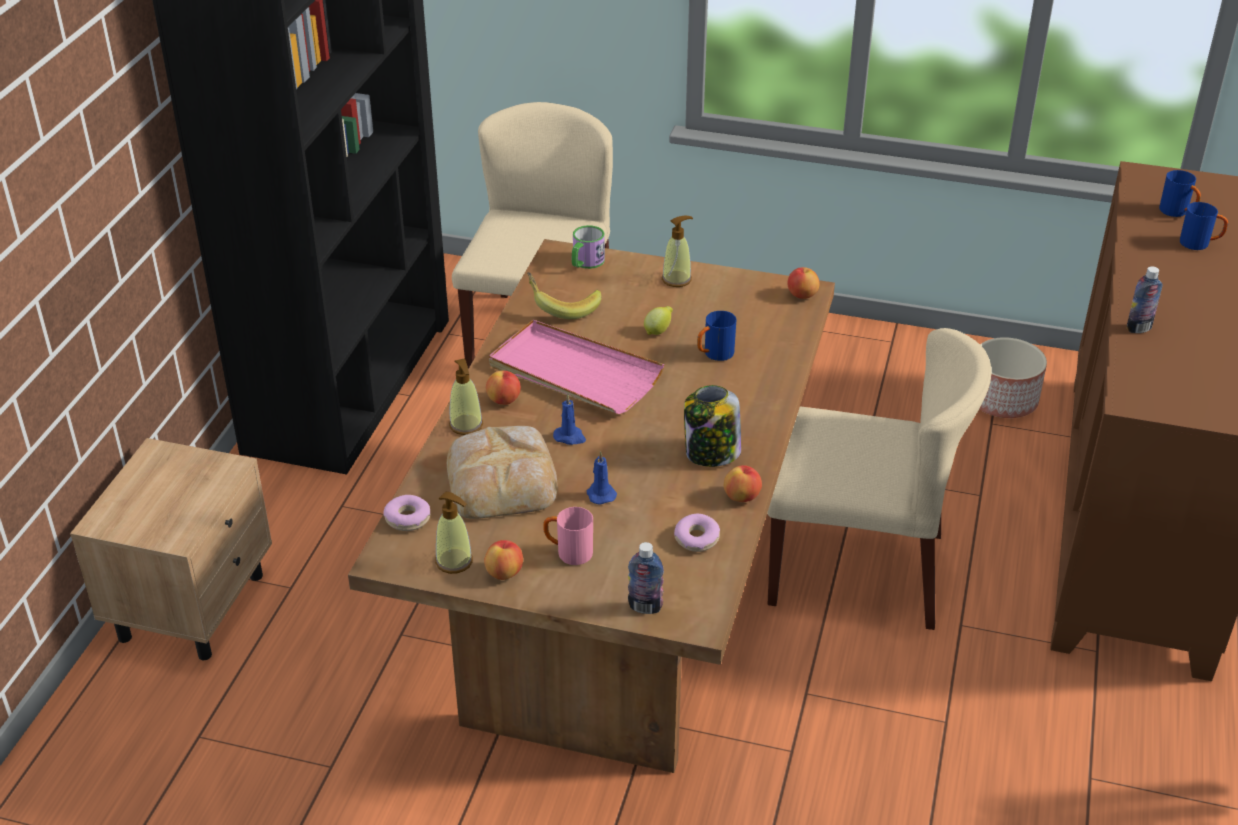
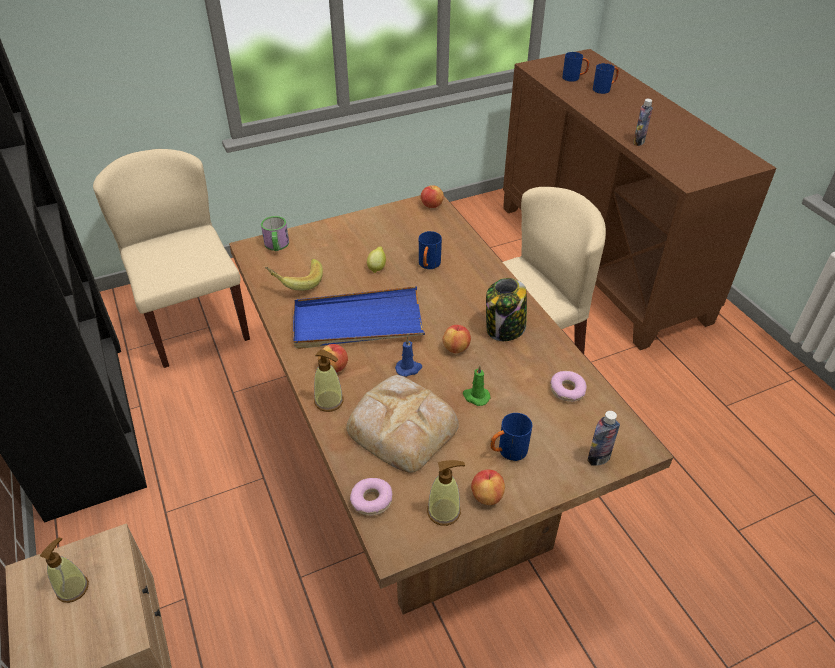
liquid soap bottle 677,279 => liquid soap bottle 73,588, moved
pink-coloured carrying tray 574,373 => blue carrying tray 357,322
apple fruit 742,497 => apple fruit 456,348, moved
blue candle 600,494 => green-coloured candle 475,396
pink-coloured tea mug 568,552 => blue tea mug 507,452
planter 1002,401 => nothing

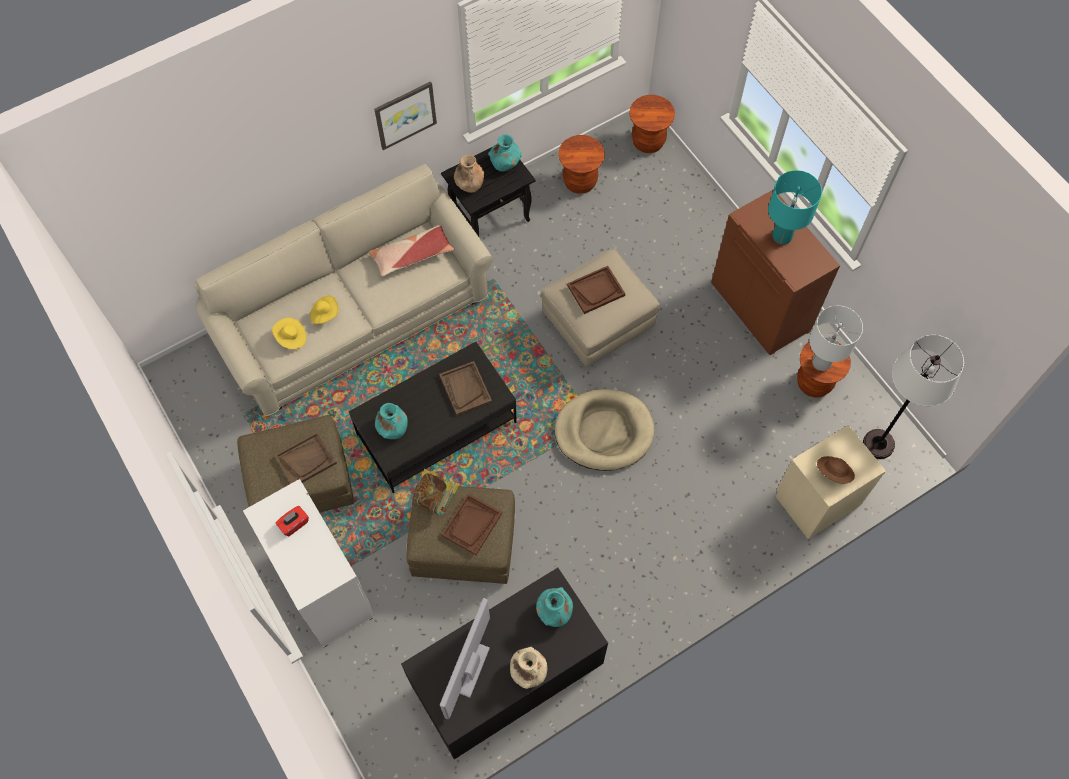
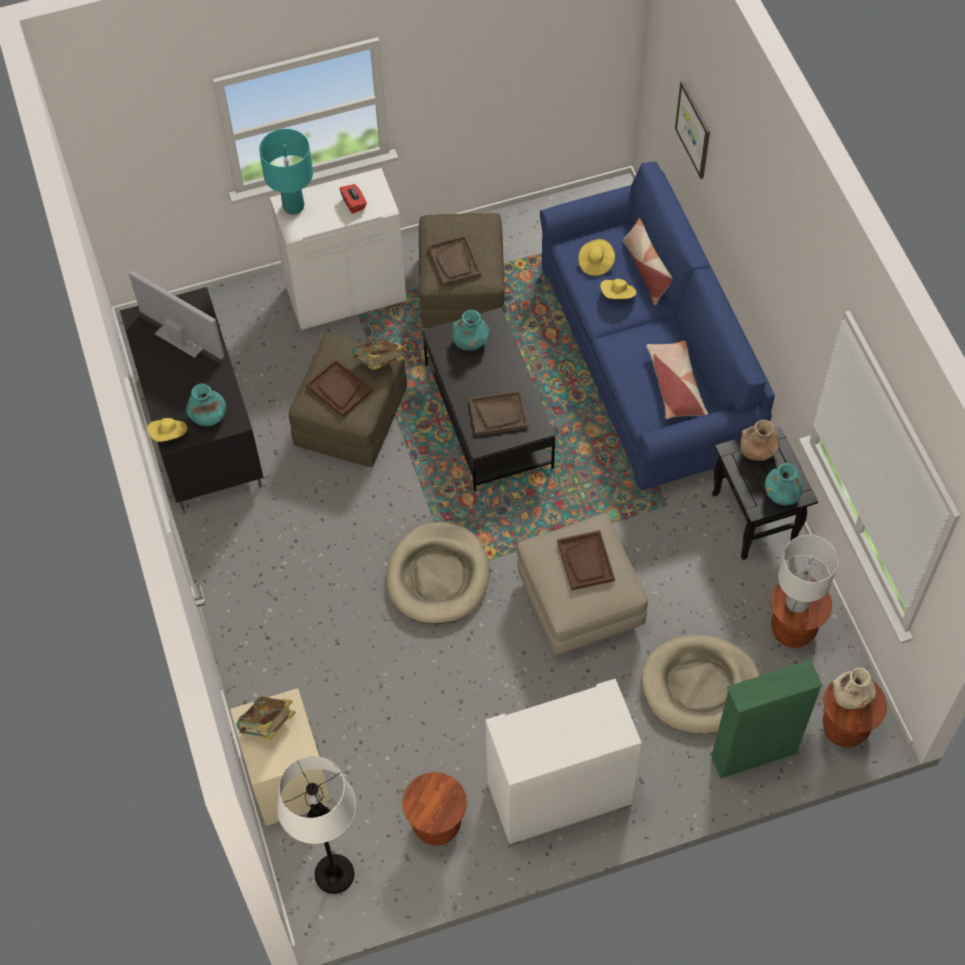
nothing => yellow-coloured wearable hat 169,434
brown wearable hat 833,473 => volume 267,726
blue-green table lamp 782,236 => blue-green table lamp 294,206, moved
brown cupboard 761,307 => whitish cupboard 558,796
sand-coloured settee 354,316 => blue settee 648,361
nothing => throw pillow 647,269
nothing => sand-coloured dog cushion 700,687
picture 405,114 => picture 694,129, moved
nothing => green-coloured bookshelf 754,753
whitish table lamp 821,363 => whitish table lamp 796,603, moved
sand-coloured decorative vase 528,671 => sand-coloured decorative vase 851,696, moved

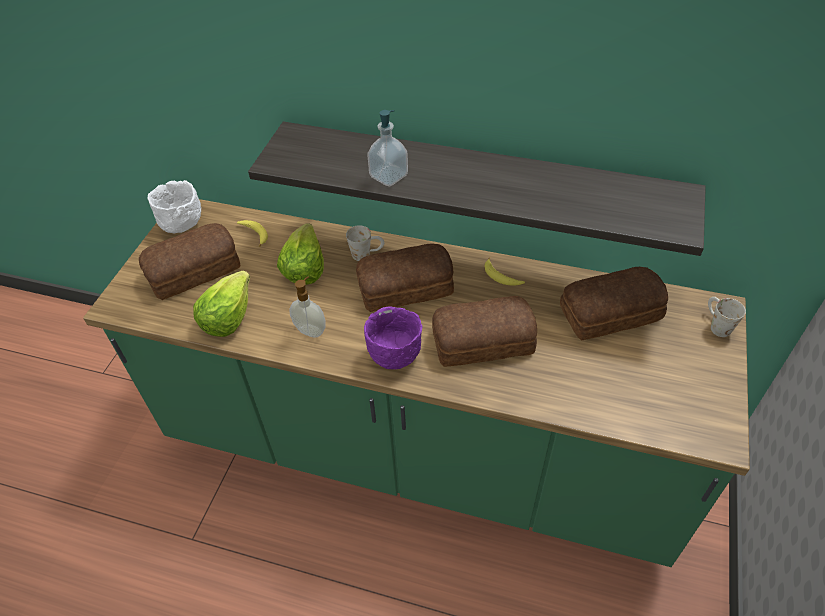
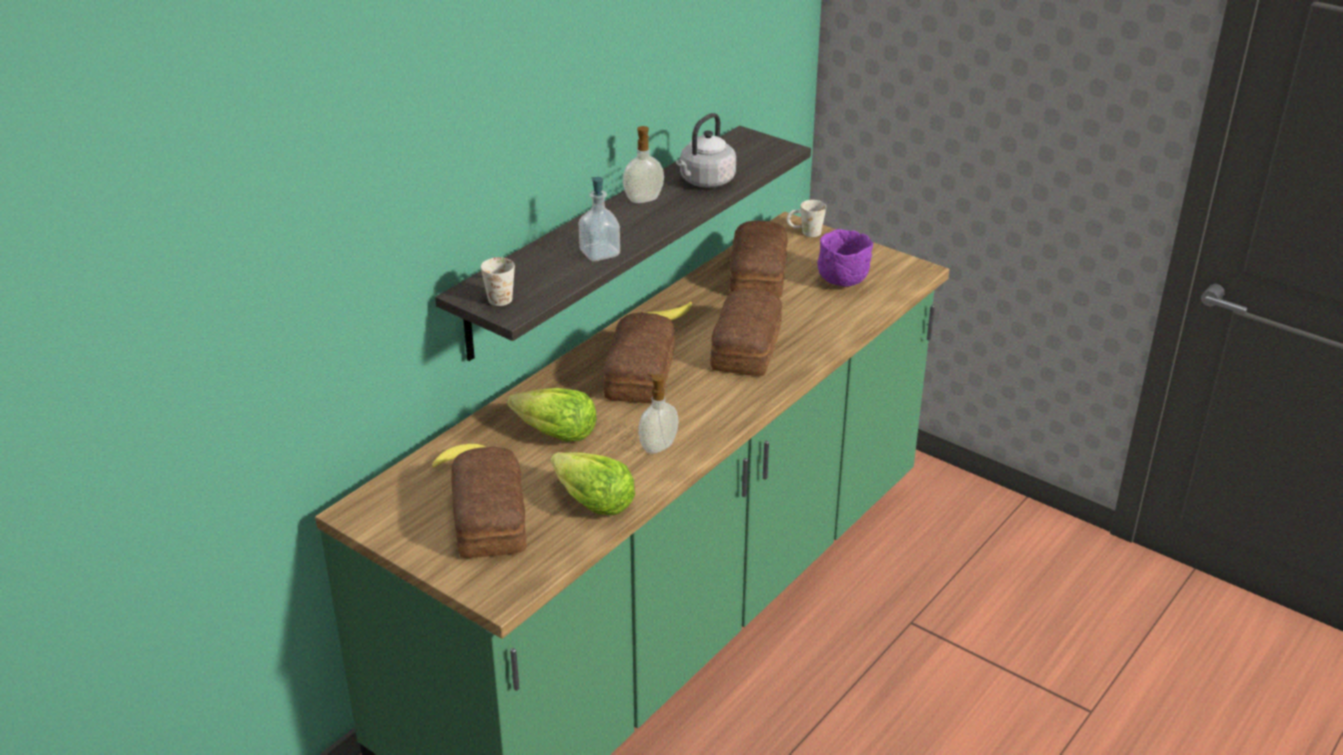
whitish tea mug 367,254 => whitish tea mug 502,295, moved
nothing => liquid soap bottle 644,200
nothing => greyish water kettle 705,182
purplish bowl 394,356 => purplish bowl 841,283, moved
whitish bowl 183,226 => nothing

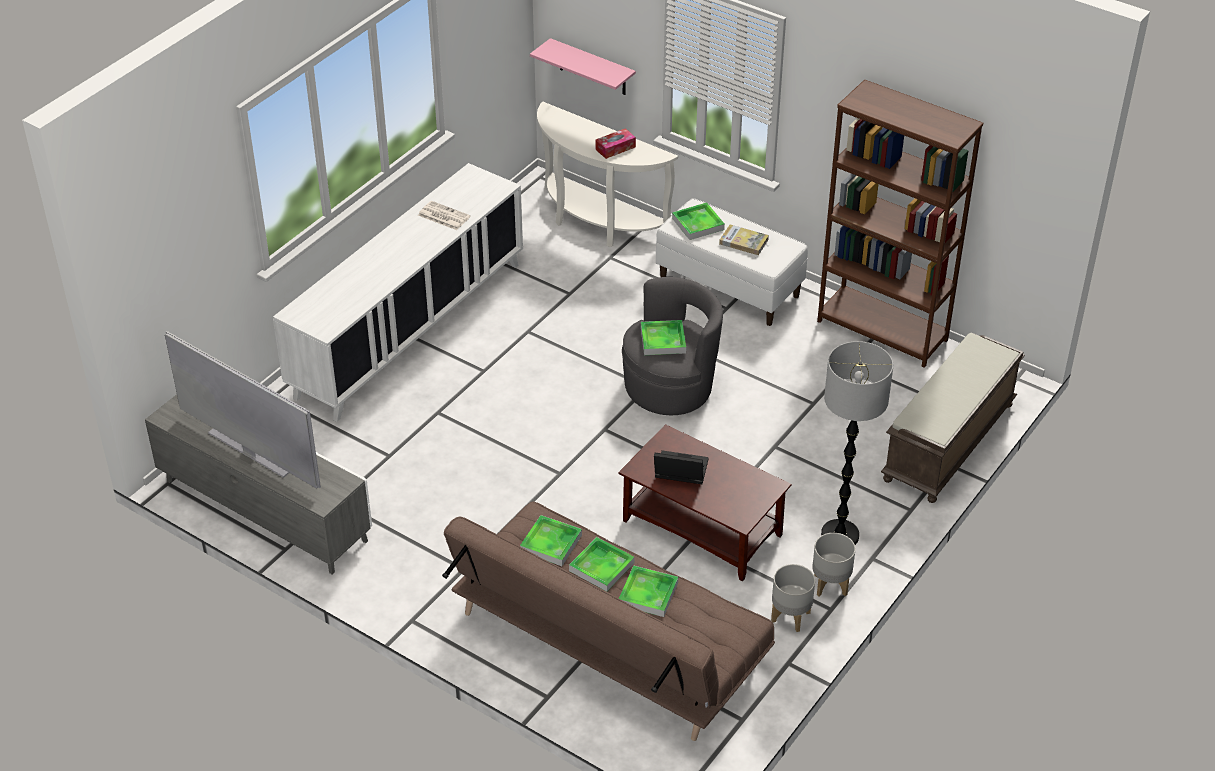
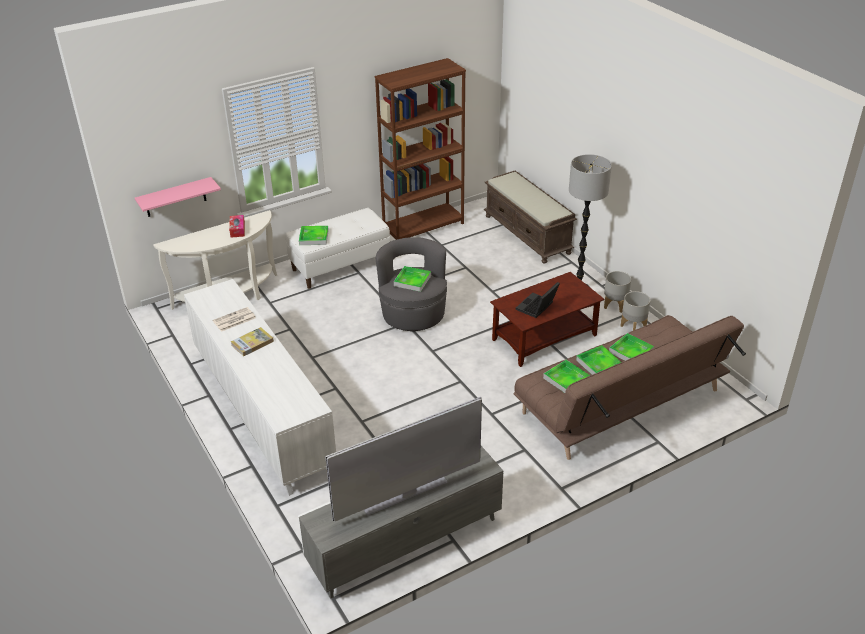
volume 743,242 => volume 252,343, moved

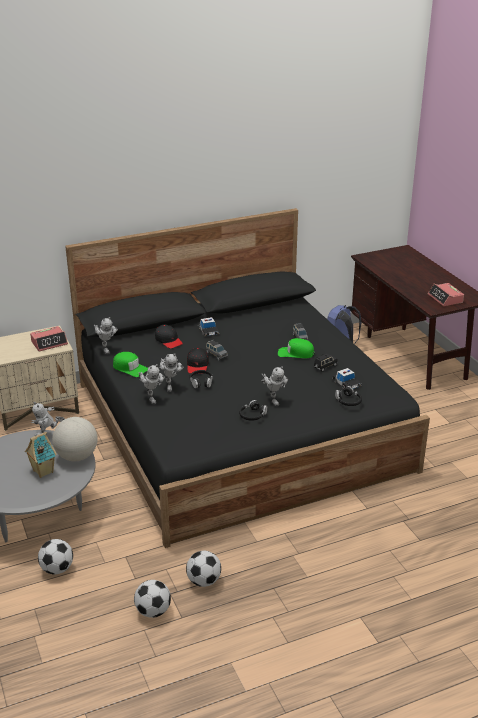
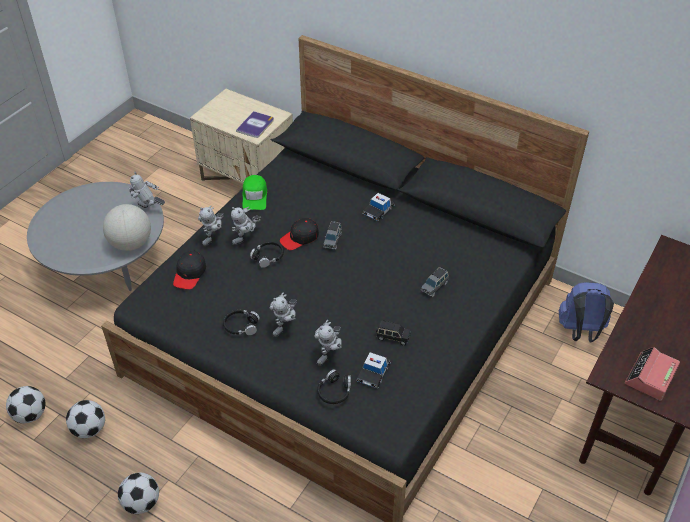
ball for football 57,569 => ball for football 142,503, moved
black-coloured baseball cap 168,340 => black-coloured baseball cap 190,274, moved
table clock 49,343 => volume 255,125
toy robot 106,349 => toy robot 330,355, moved
model house 42,471 => nothing
green-coloured baseball cap 296,353 => nothing

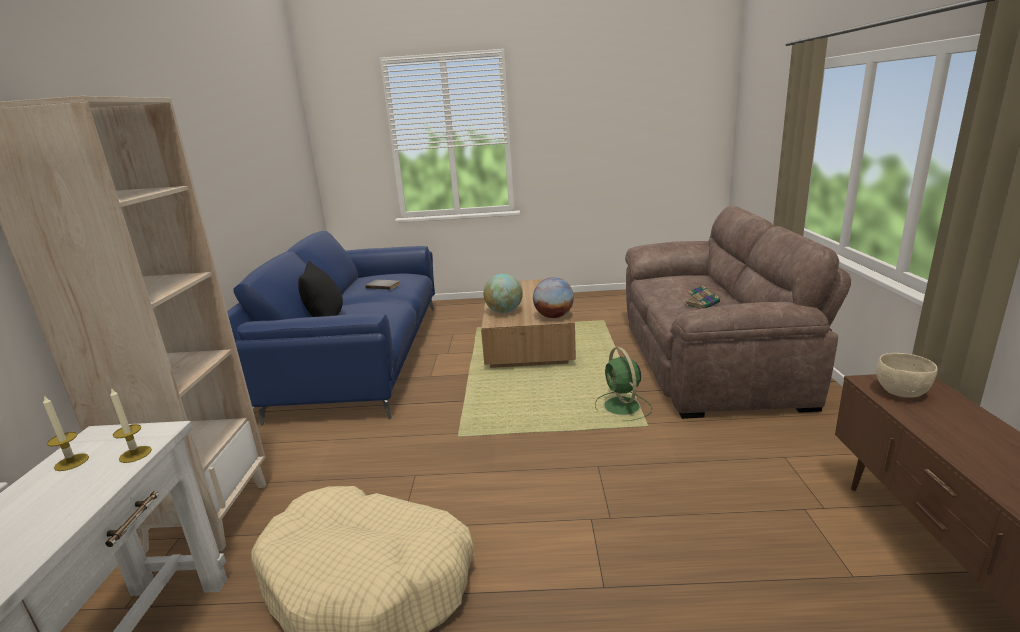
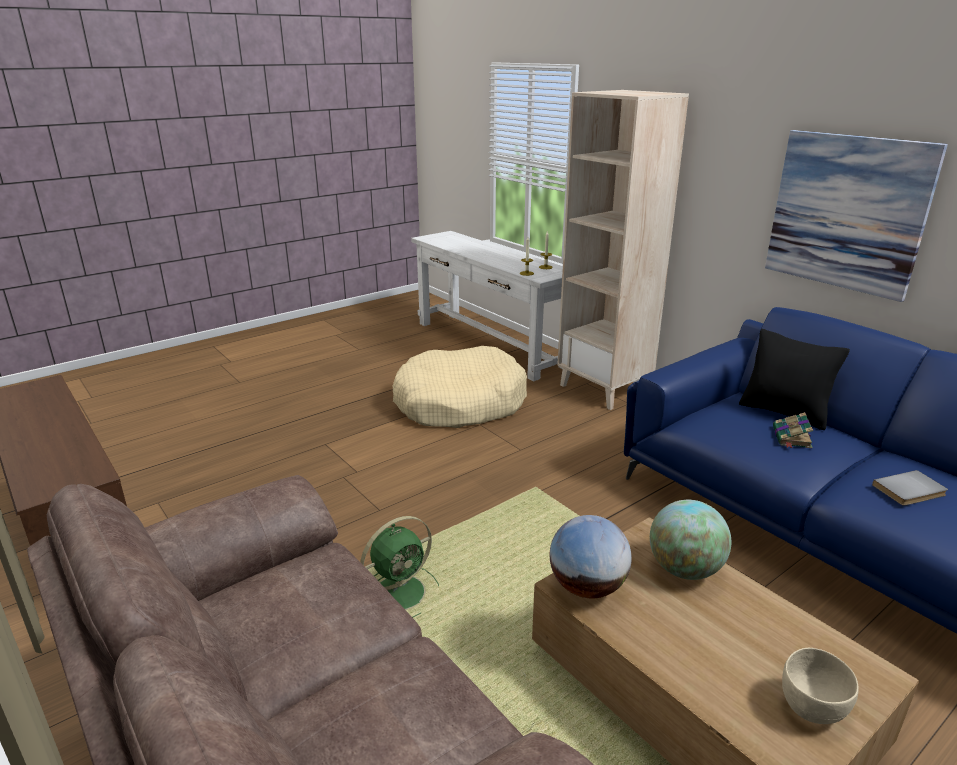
green-coloured electric fan 622,407 => green-coloured electric fan 401,592, 105 degrees clockwise
nothing => picture 847,212
volume 702,303 => volume 792,438, moved
sand-coloured bowl 900,393 => sand-coloured bowl 811,707, moved

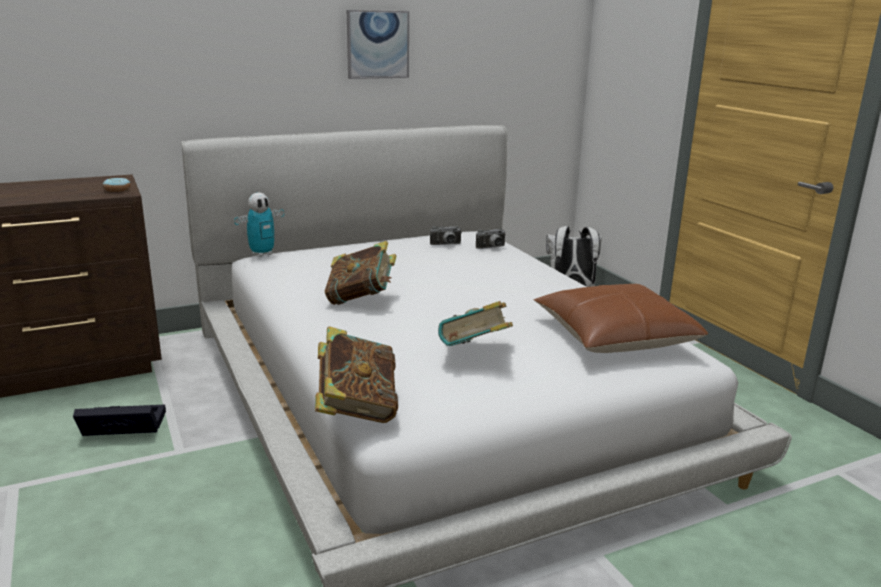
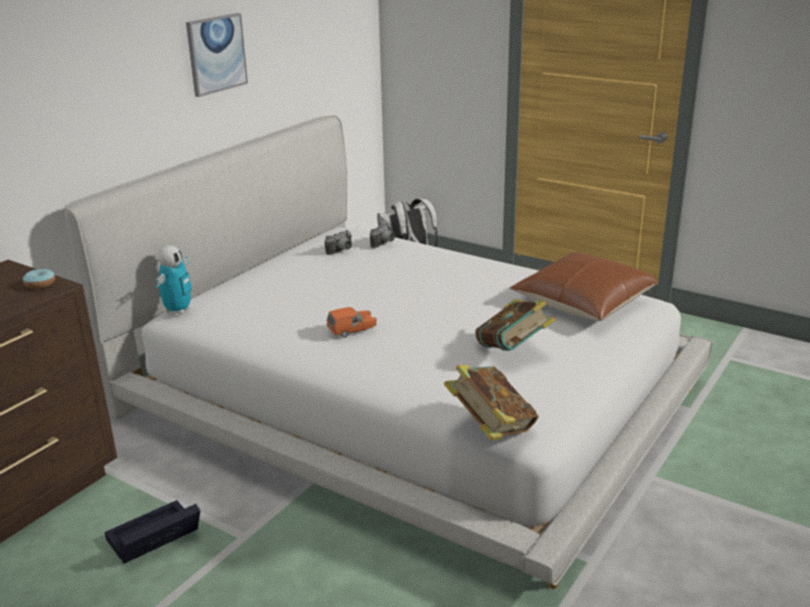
volume 361,300 => orange miniature car 352,331

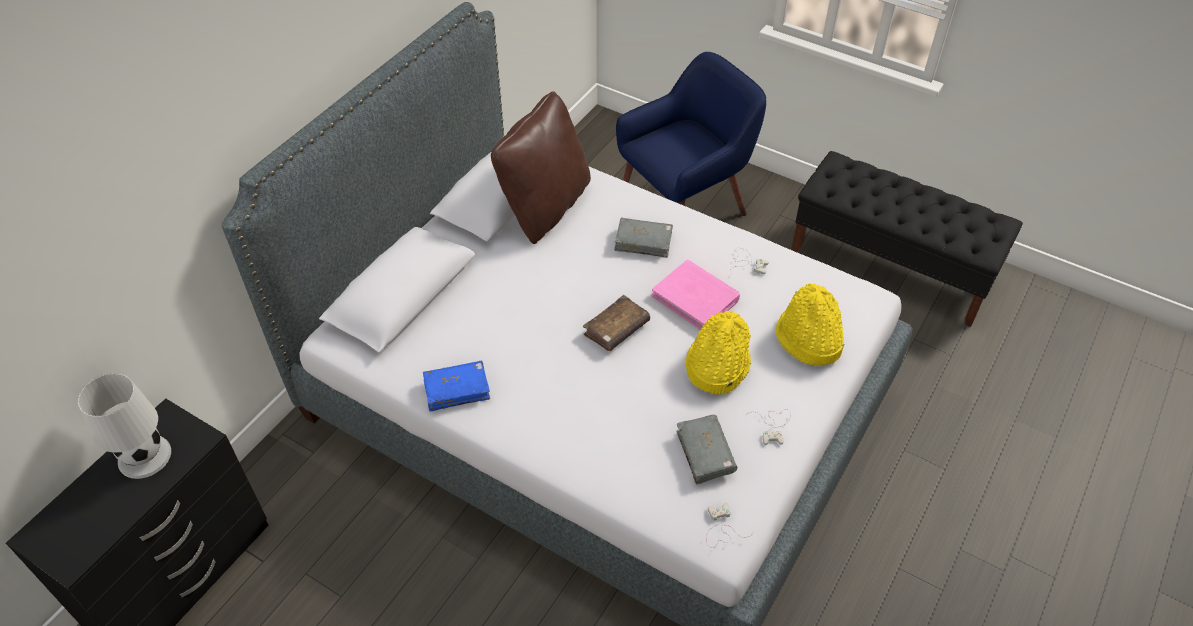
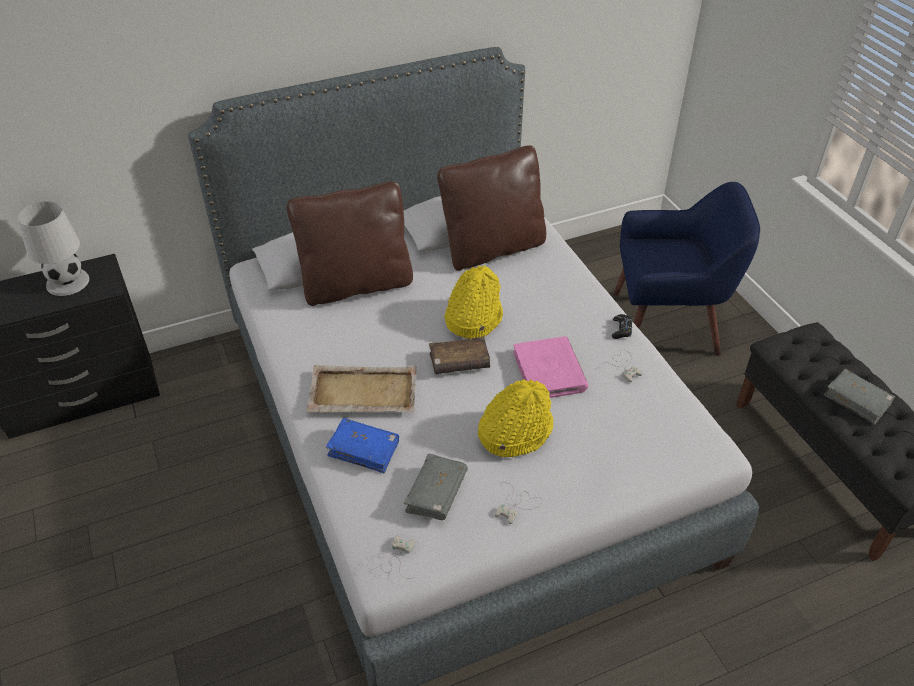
nothing => brown throw pillow 356,285
nothing => sand-coloured carrying tray 362,392
blue volume 457,390 => blue volume 364,450, moved
yellow-coloured wearable hat 808,339 => yellow-coloured wearable hat 472,317, moved
nothing => black-coloured joypad 621,329
greyish volume 643,242 => greyish volume 857,401, moved

